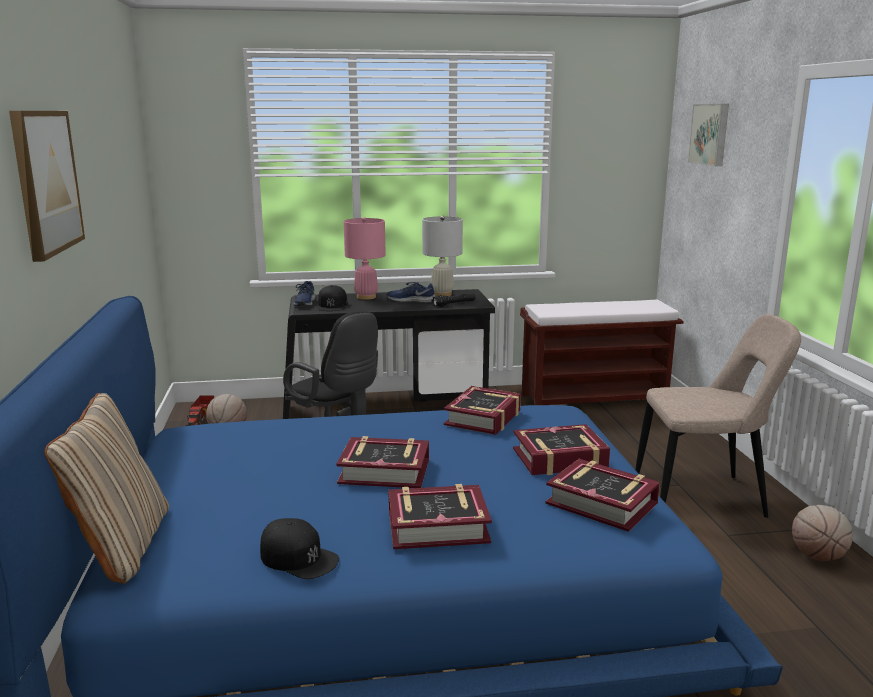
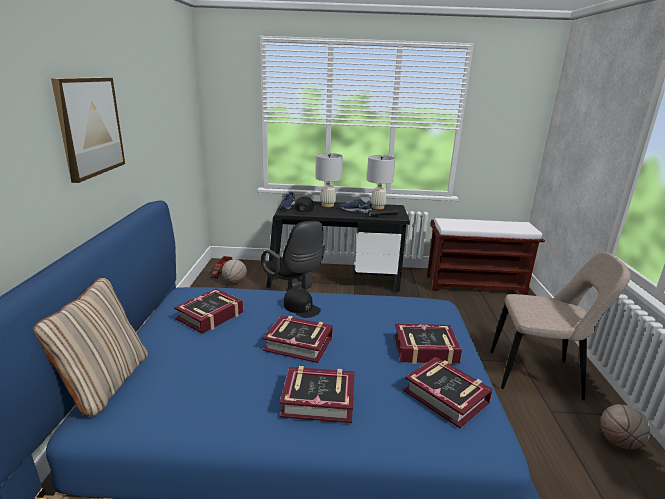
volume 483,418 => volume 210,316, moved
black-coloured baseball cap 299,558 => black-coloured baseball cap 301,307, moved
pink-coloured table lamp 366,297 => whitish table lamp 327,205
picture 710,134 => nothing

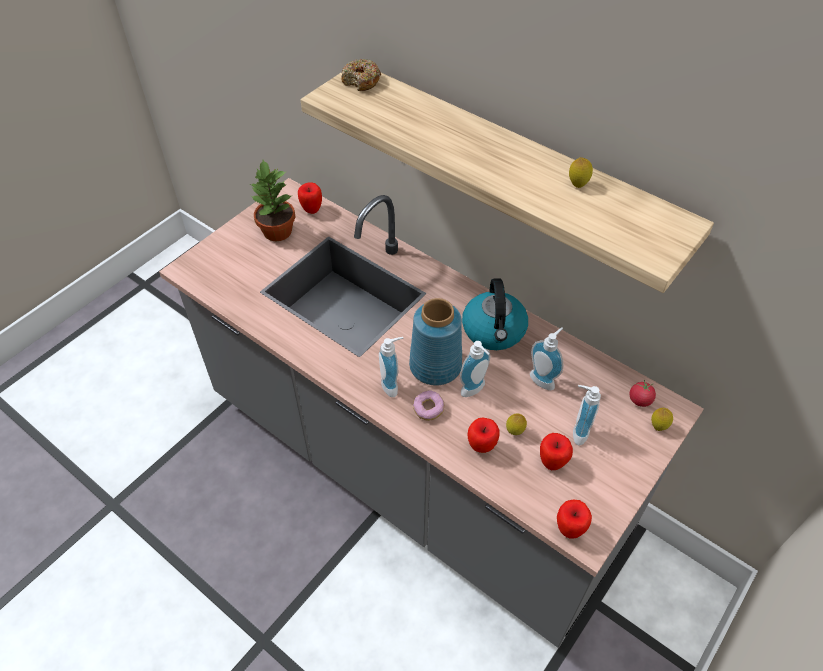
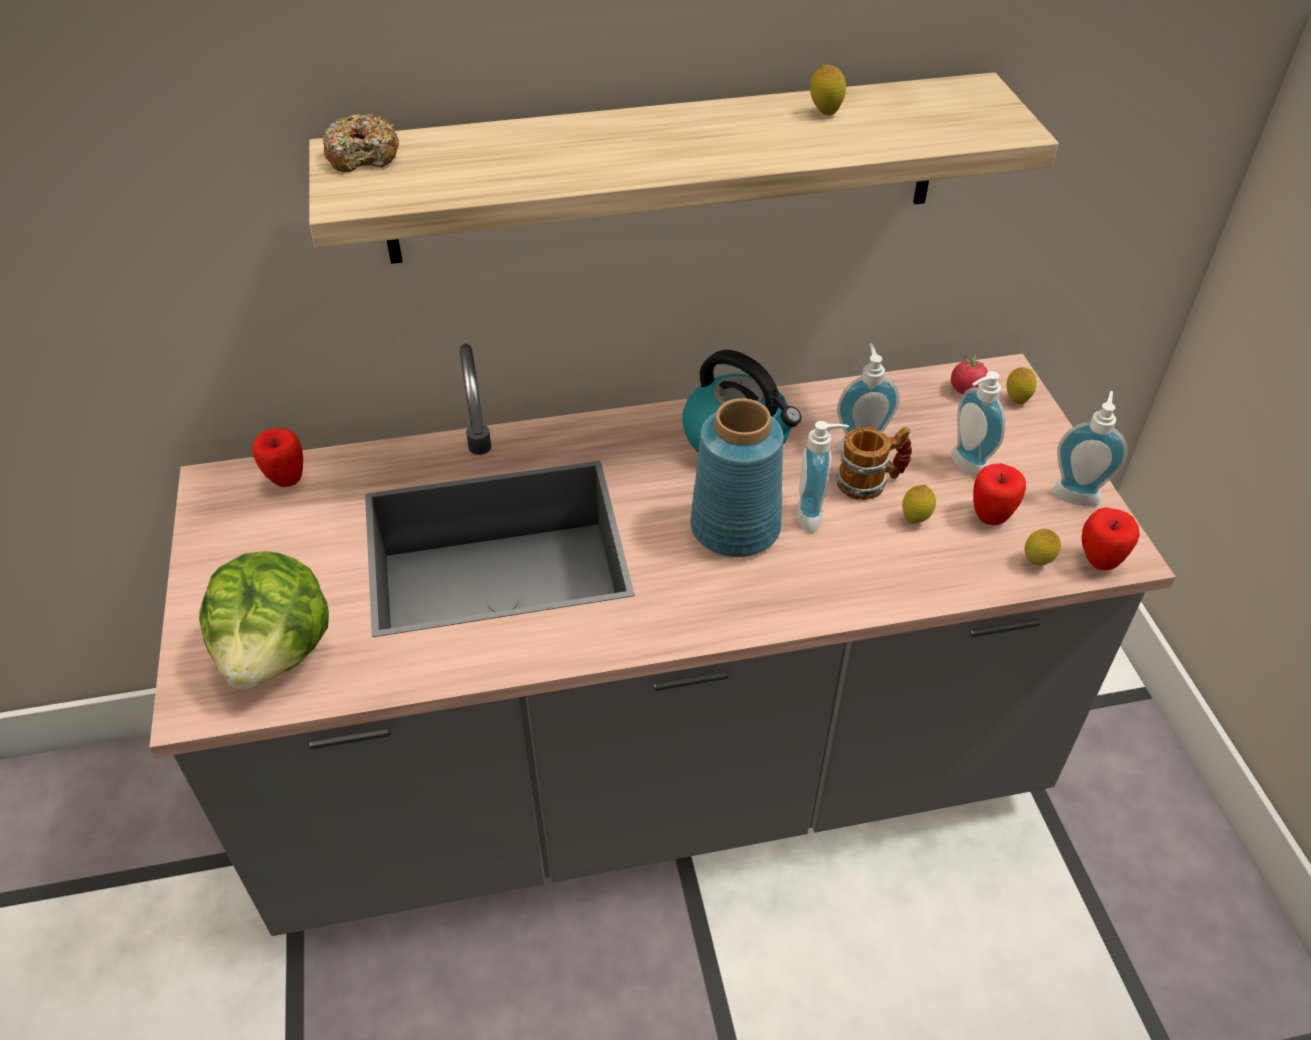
nothing => lettuce head 277,652
nothing => tea mug 870,482
nothing => citrus fruit 1036,563
liquid soap bottle 392,385 => liquid soap bottle 1076,492, moved
houseplant 277,232 => nothing
donut 428,409 => nothing
apple fruit 481,447 => nothing

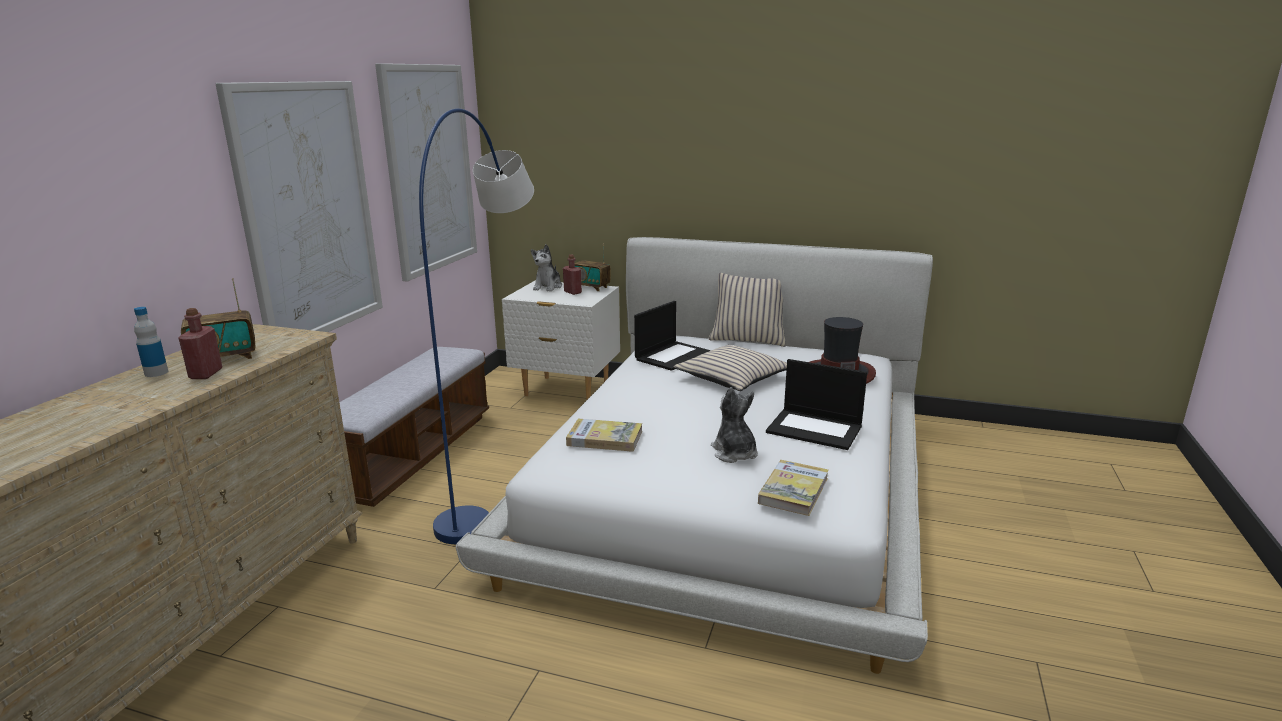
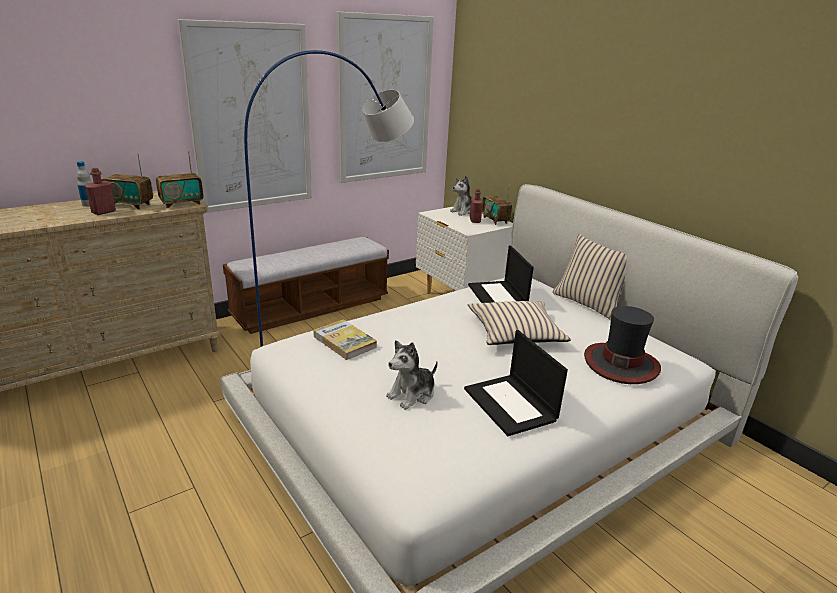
nothing => radio receiver 182,203
plush toy 734,453 => plush toy 412,395, 150 degrees counterclockwise
notebook computer 672,355 => notebook computer 498,296, 90 degrees clockwise
volume 793,490 => nothing

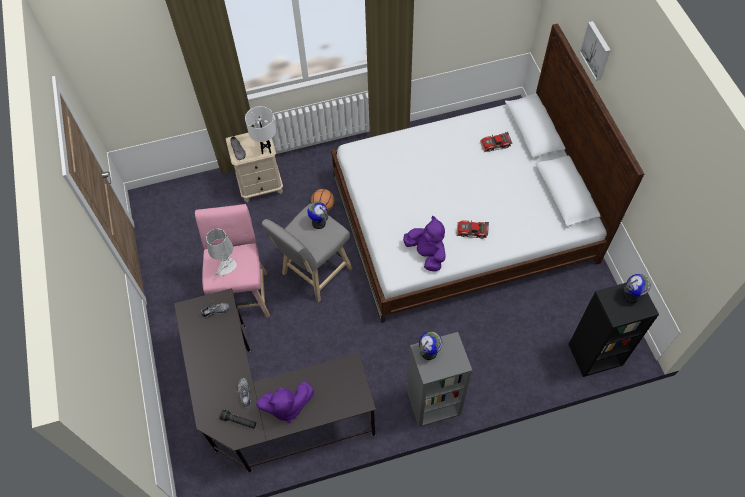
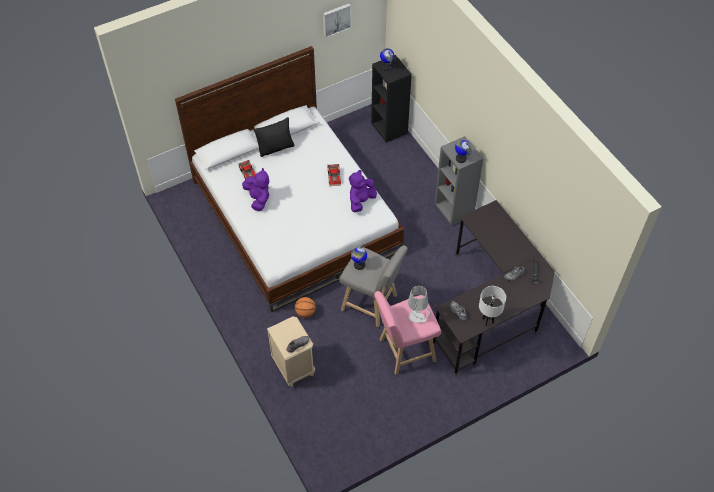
purplish plush toy 286,407 => purplish plush toy 258,199, moved
nothing => black-coloured throw pillow 276,148
picture 596,50 => picture 336,19, moved
whitish table lamp 266,149 => whitish table lamp 488,321, moved

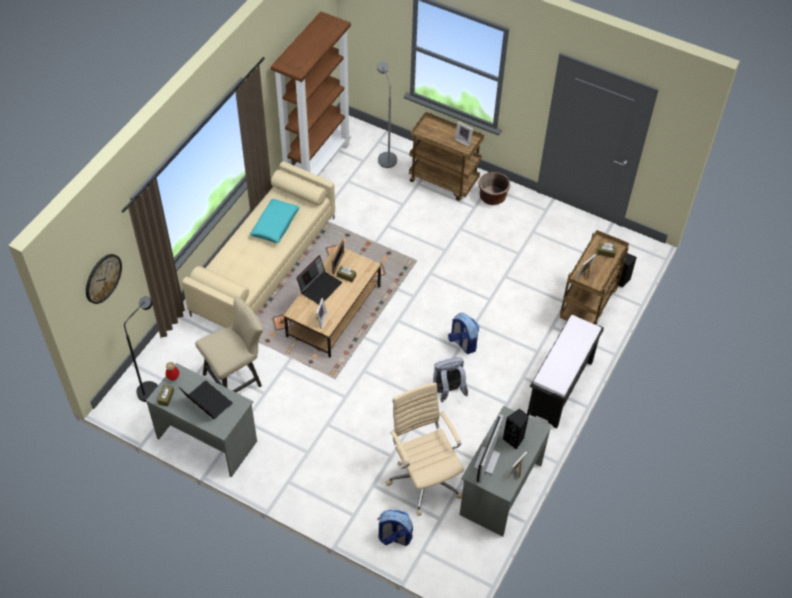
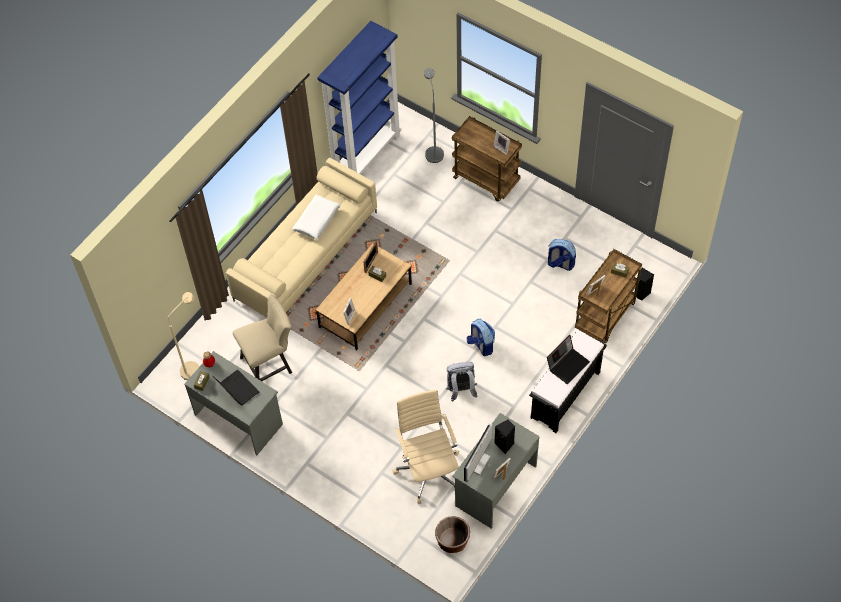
black-coloured floor lamp 152,387 => sand-coloured floor lamp 194,367
blue-green throw pillow 275,225 => whitish throw pillow 317,220
brown bookshelf 317,164 => blue bookshelf 366,155
brown planter 492,197 => brown planter 452,541, moved
notebook computer 320,287 => notebook computer 567,364, moved
rucksack 394,537 => rucksack 560,264, moved
hanging clock 102,278 => nothing

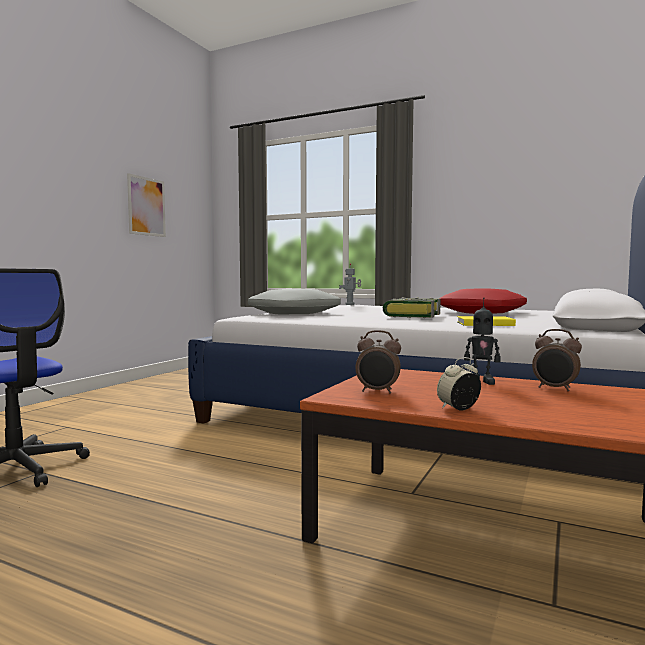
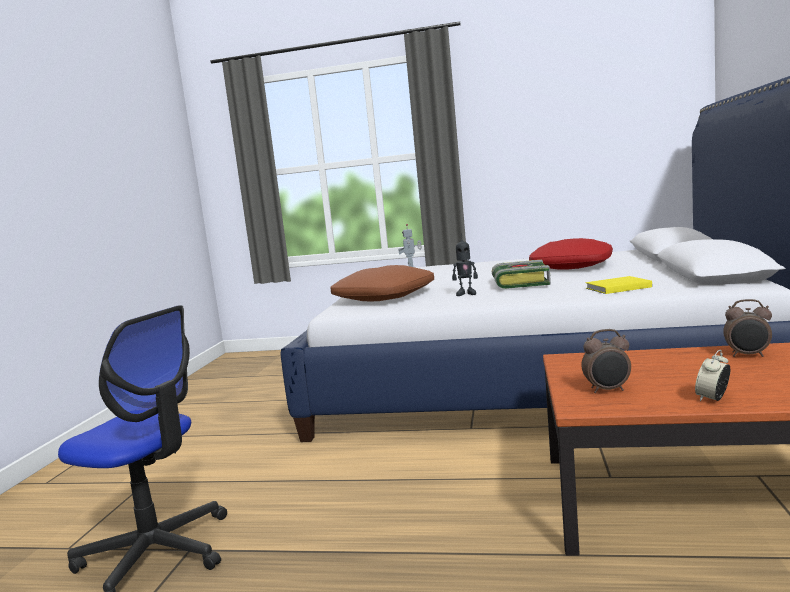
greyish throw pillow 294,313 => brown throw pillow 385,297
toy robot 481,381 => toy robot 466,294, moved
picture 146,206 => nothing

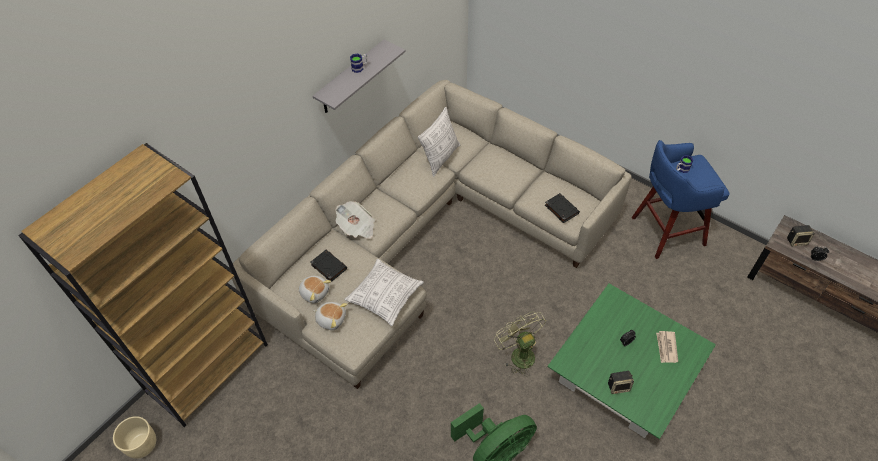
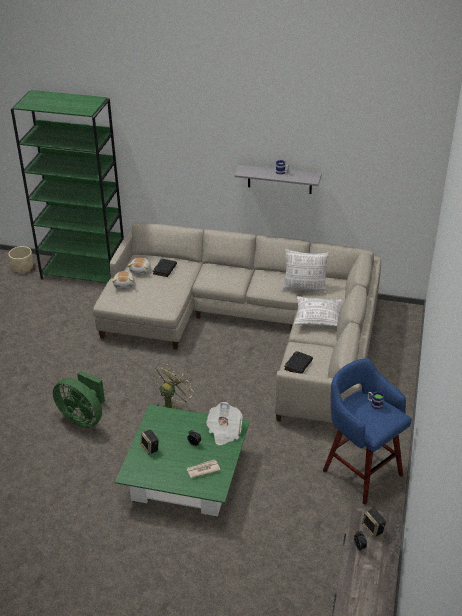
brown bookshelf 208,368 => green-coloured bookshelf 84,272
daily paper 357,227 => daily paper 224,431, moved
throw pillow 385,296 => throw pillow 318,318, moved

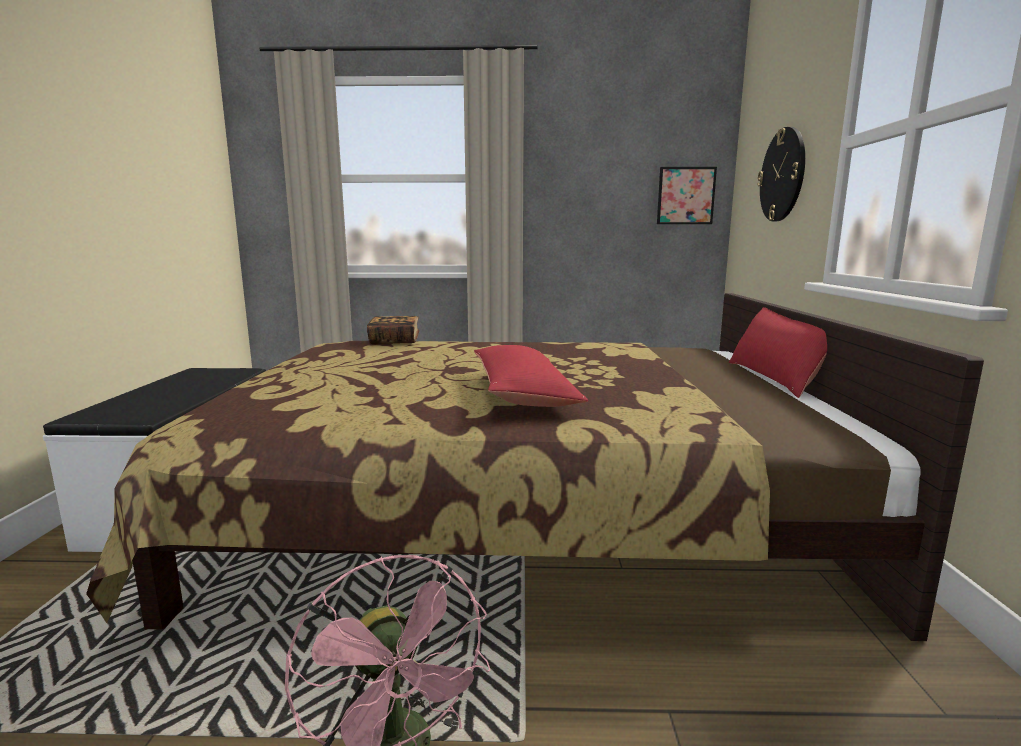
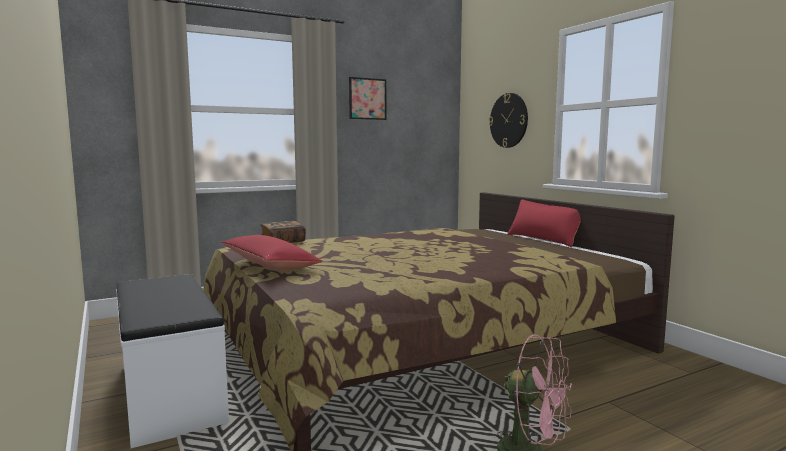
red throw pillow 523,393 => red throw pillow 269,265, moved
picture 686,196 => picture 367,99, moved

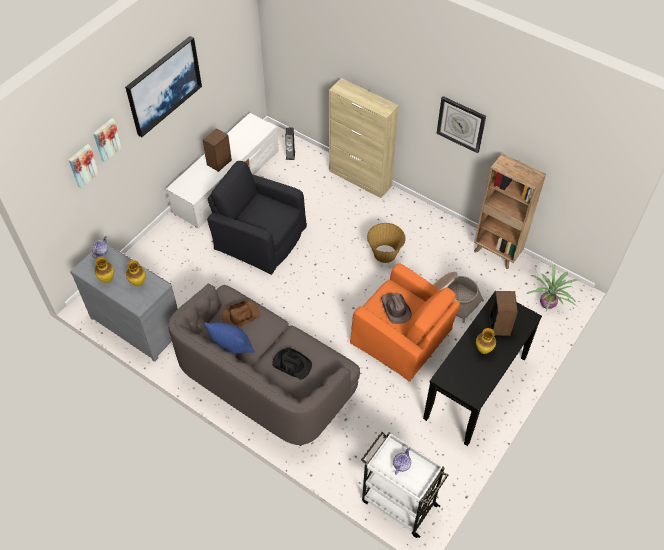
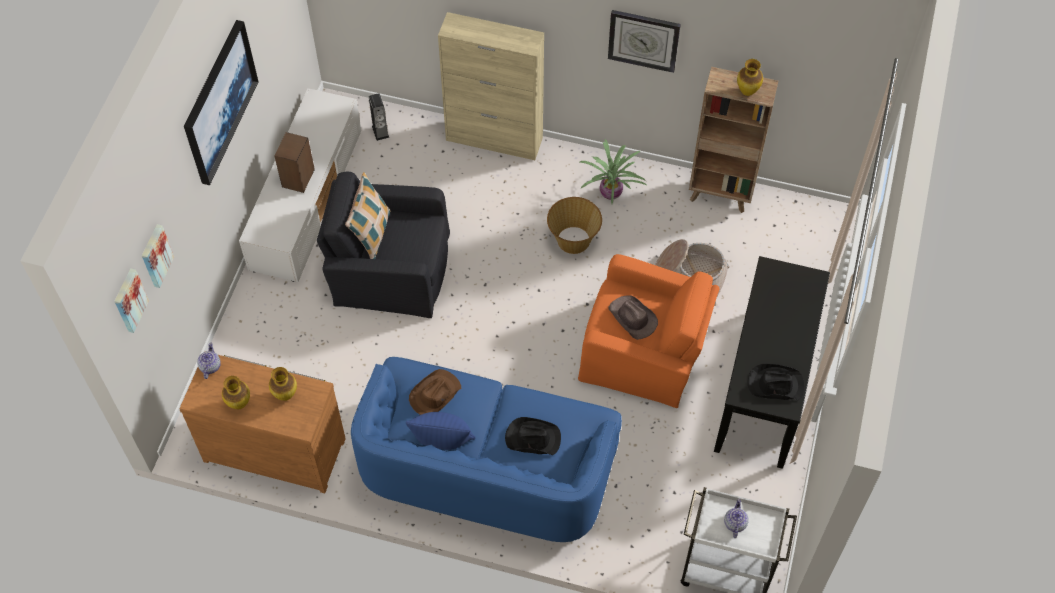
picture 106,139 => picture 129,300, moved
greyish dresser 138,322 => brown dresser 275,446
nothing => throw pillow 372,234
greyish settee 264,379 => blue settee 486,468
houseplant 548,304 => houseplant 611,192, moved
decorative vase 483,350 => decorative vase 747,92, moved
nothing => black-coloured wearable hat 775,384
loudspeaker 499,325 => nothing

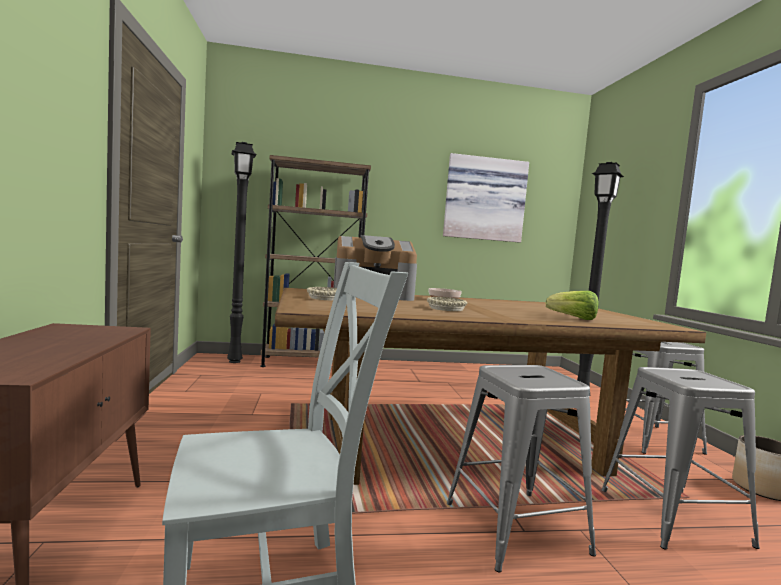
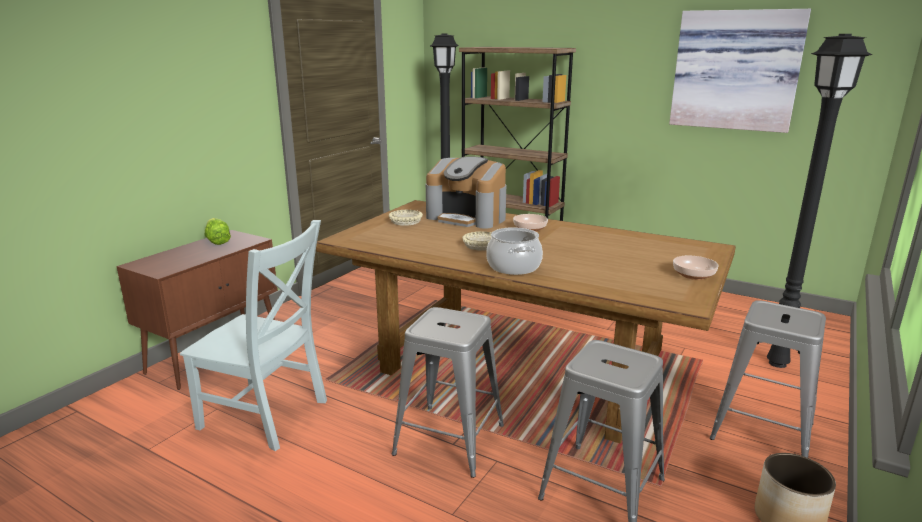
lettuce head 573,318 => lettuce head 217,241, moved
nothing => saucepot 513,267
nothing => bowl 694,275

